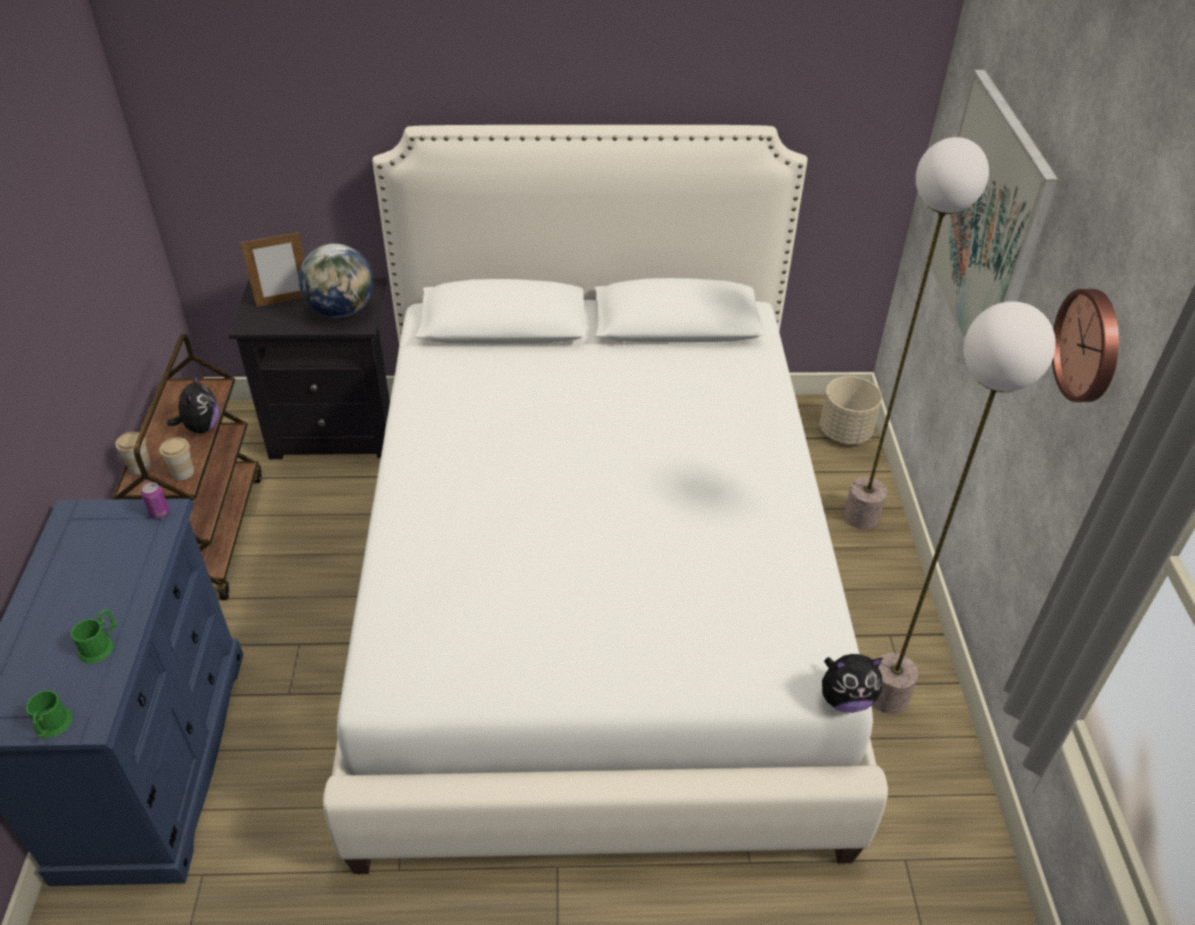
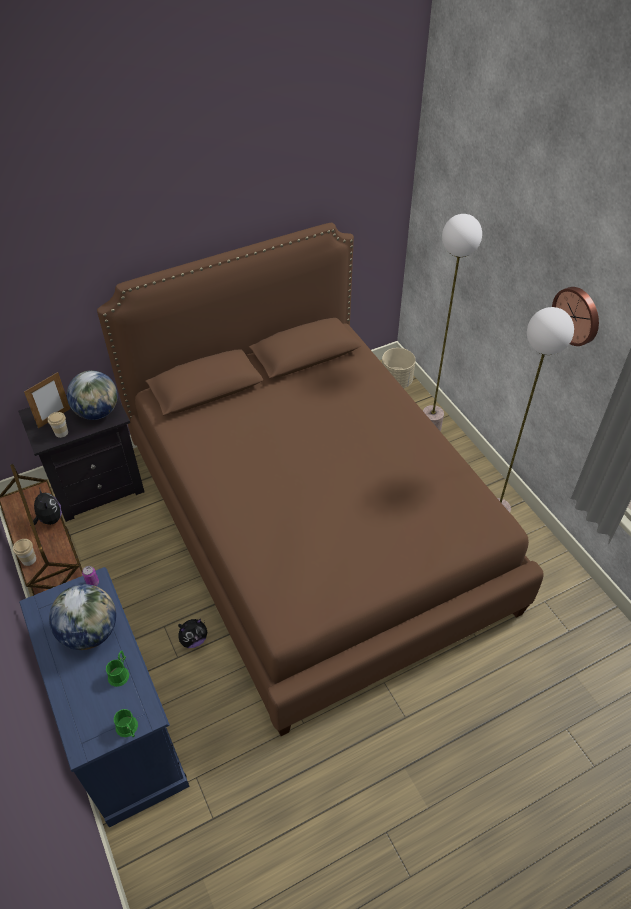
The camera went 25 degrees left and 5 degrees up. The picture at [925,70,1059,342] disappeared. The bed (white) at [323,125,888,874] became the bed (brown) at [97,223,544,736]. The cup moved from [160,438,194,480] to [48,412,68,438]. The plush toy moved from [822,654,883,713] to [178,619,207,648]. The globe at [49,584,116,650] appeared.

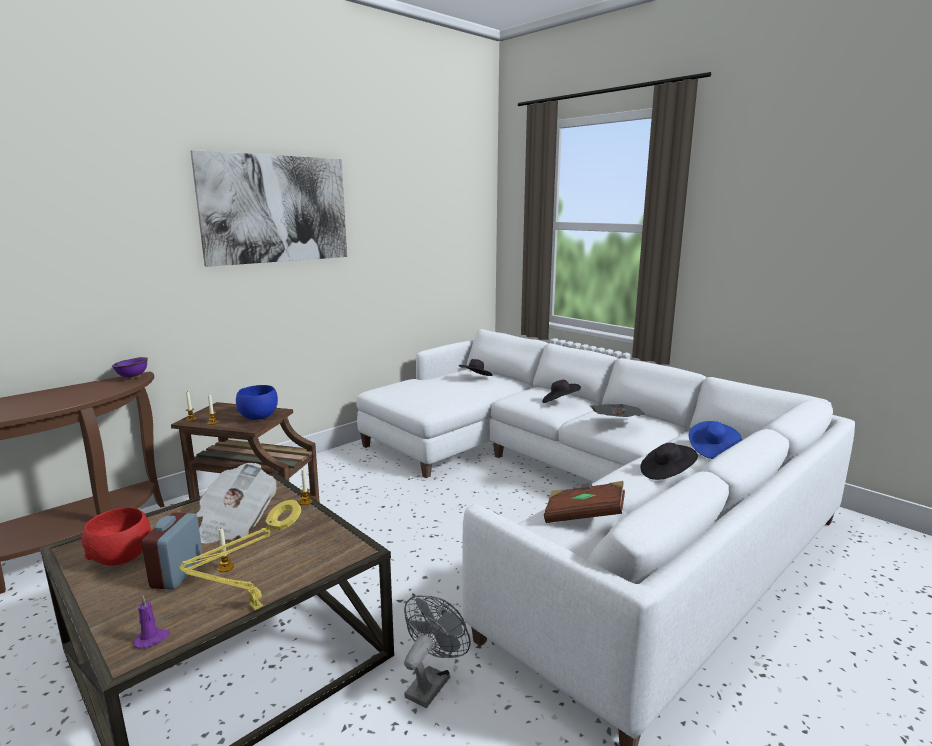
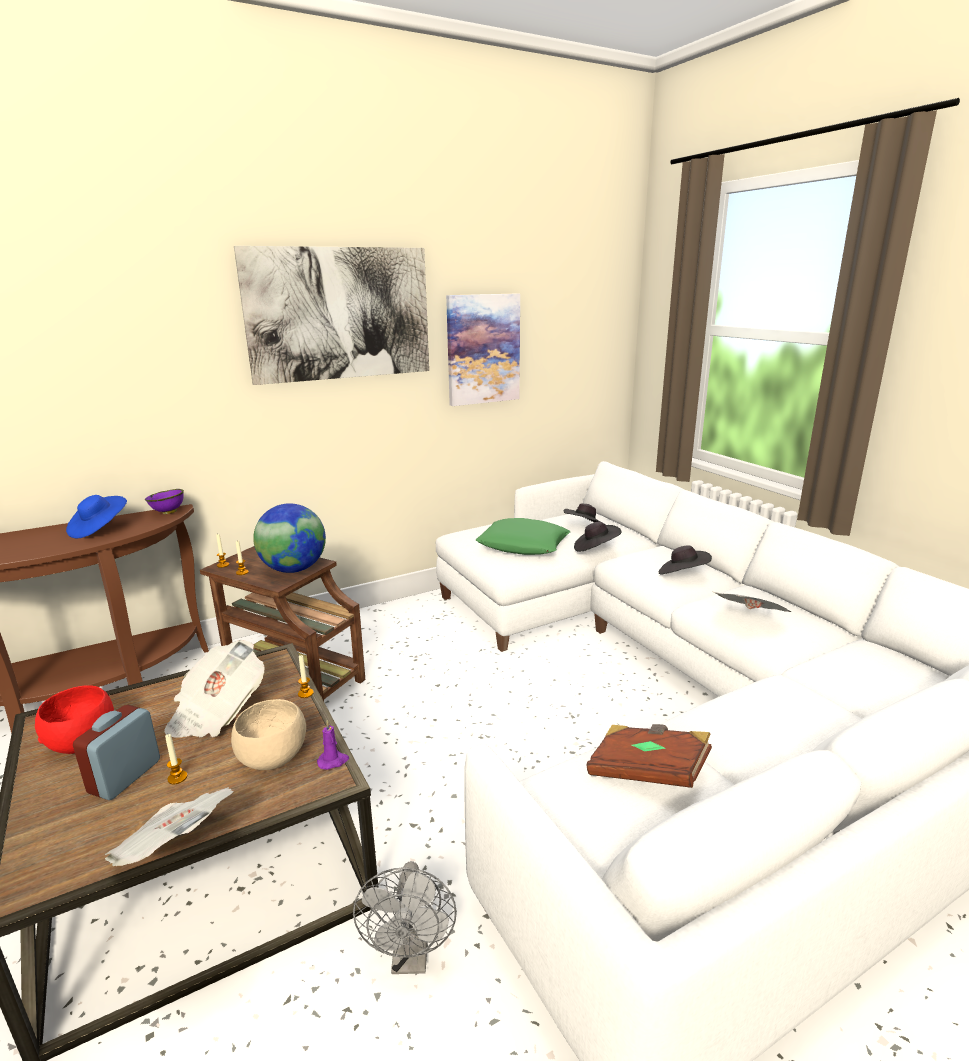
The camera went 15 degrees right and 5 degrees up. The bowl (blue) at [236,385,278,420] was replaced by the globe at [253,503,326,573]. The hat (blue) moved from [689,421,742,459] to [66,495,127,538]. The hat (black) moved from [640,443,698,480] to [574,522,621,552]. The table lamp (yellow) at [179,500,301,610] was replaced by the newspaper at [105,787,234,866]. The fan (grey) at [404,595,470,708] turned 135 degrees clockwise. The candle (purple) moved from [133,596,170,649] to [317,720,349,770]. The picture at [446,294,520,406] appeared. The pillow (green) at [476,518,570,555] appeared. The bowl (beige) at [231,699,306,770] appeared.

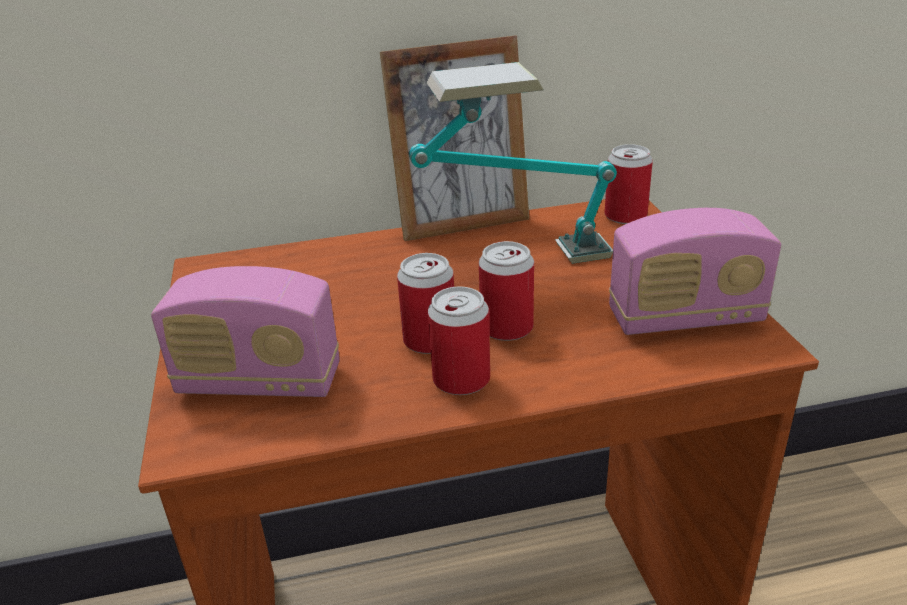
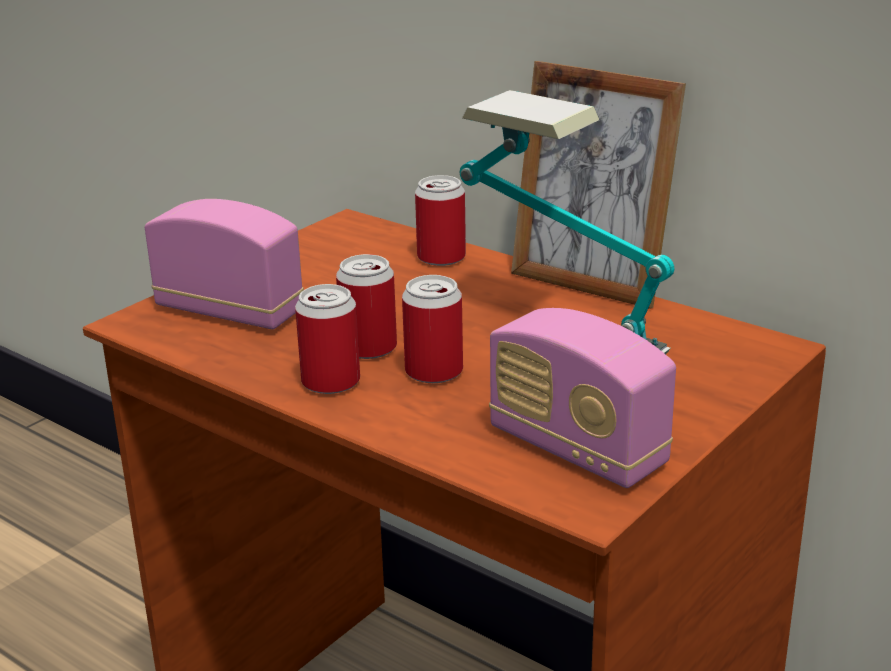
The camera went 50 degrees right and 5 degrees down. The can moved from [605,144,653,224] to [415,175,466,266]. The radio at [151,266,339,397] turned 150 degrees clockwise.

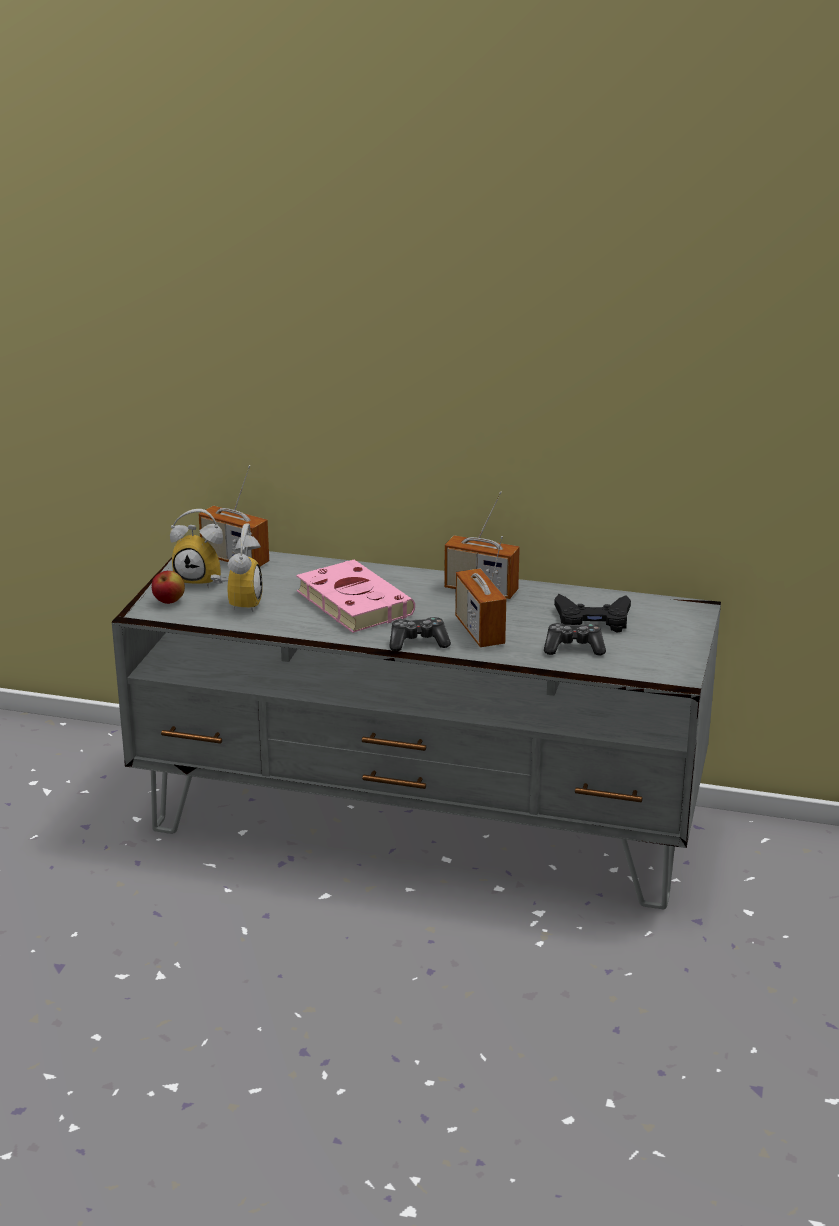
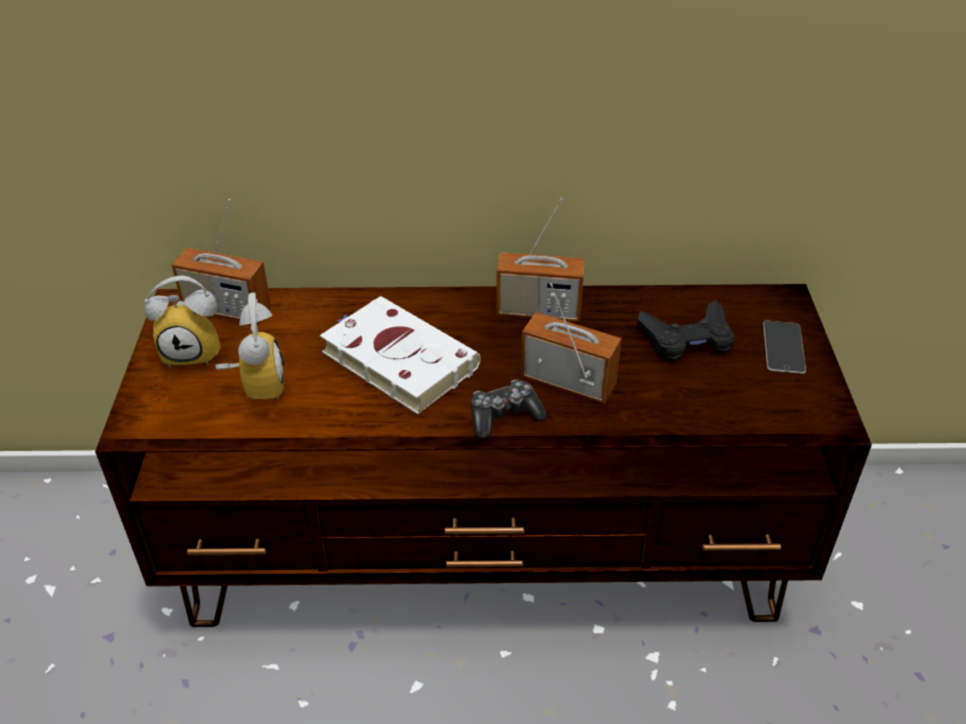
The camera went 15 degrees left and 15 degrees up. The radio at [455,536,506,647] turned 150 degrees clockwise. The tv stand (grey) at [112,551,721,910] became the tv stand (brown) at [95,284,872,627]. The book (pink) at [296,560,415,633] became the book (white) at [320,296,481,414]. The apple at [152,571,185,604] disappeared. The game controller at [544,623,606,656] disappeared. The phone at [763,321,806,374] appeared.

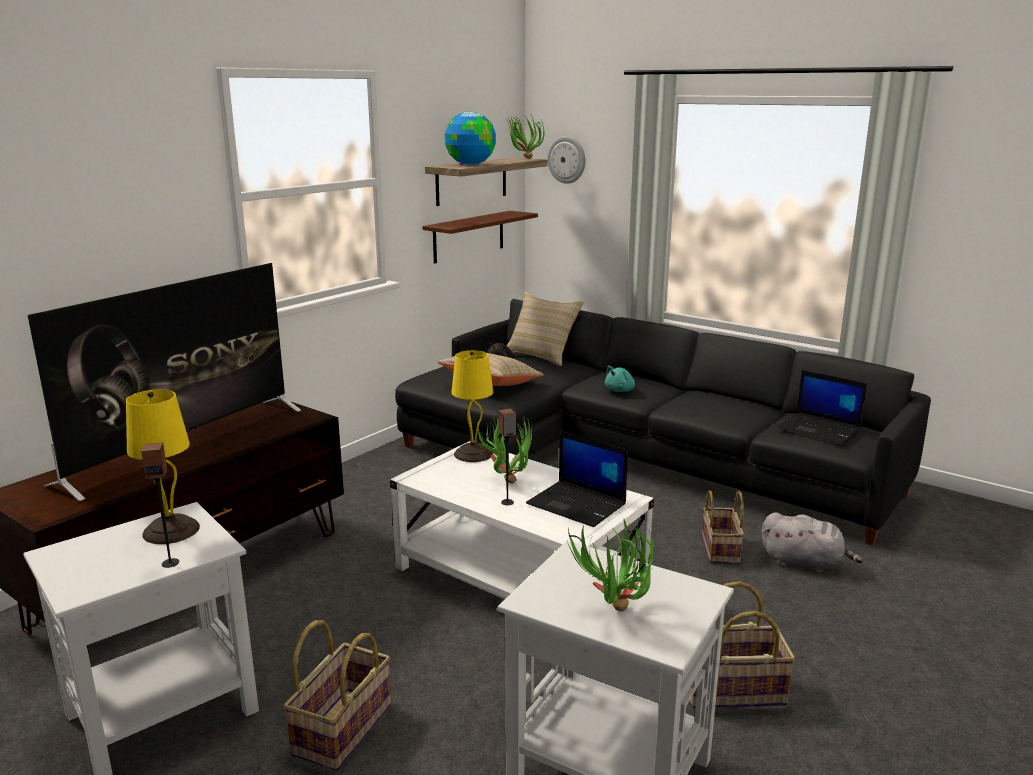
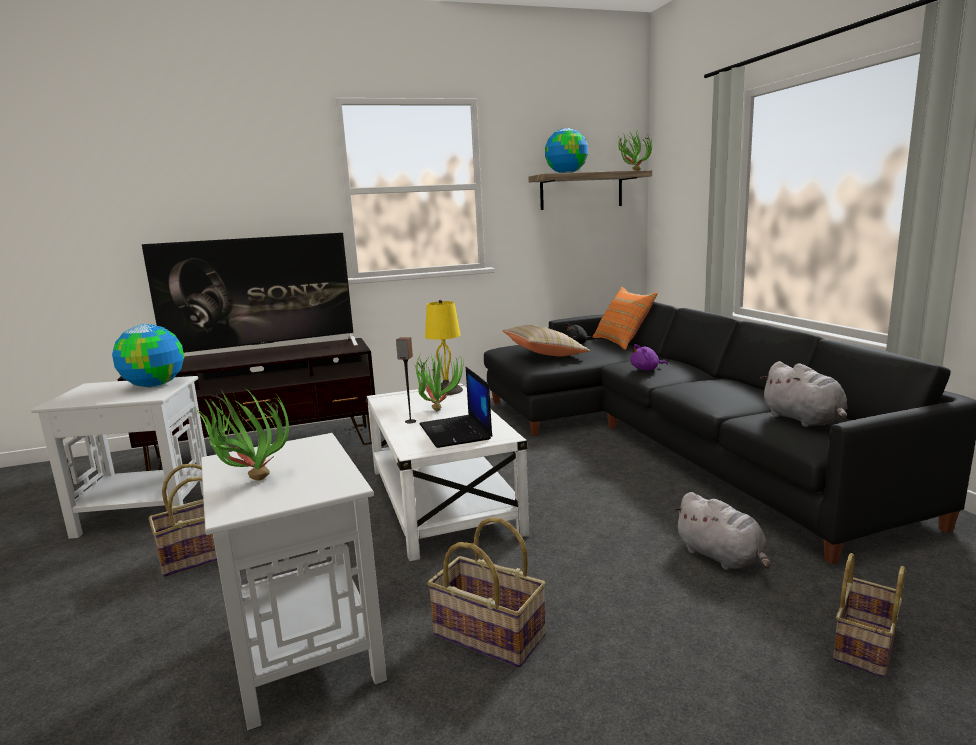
The camera went 35 degrees right and 5 degrees down. The wall clock at [547,136,586,184] disappeared. The shelf (brown) at [423,211,538,264] disappeared. The pillow (beige) at [507,292,585,366] became the pillow (orange) at [593,287,658,350]. The plush toy (turquoise) at [605,366,635,392] became the plush toy (purple) at [630,344,668,370]. The laptop at [778,370,867,444] was replaced by the plush toy (grey) at [760,361,847,427]. The table lamp (yellow) at [126,389,200,544] was replaced by the globe at [112,324,184,387]. The speaker at [141,442,179,568] disappeared. The basket moved from [702,490,744,564] to [833,553,905,678].

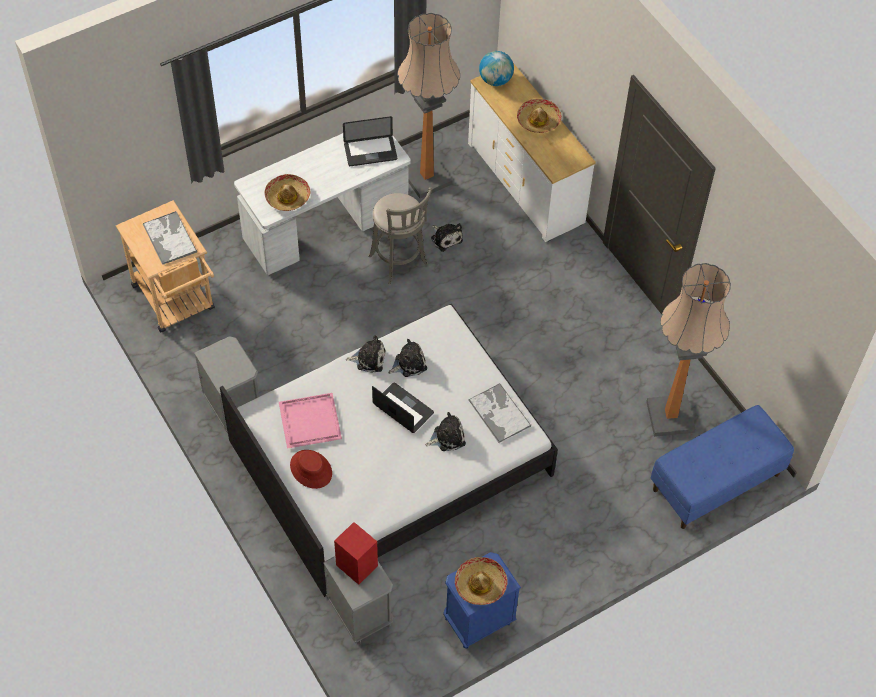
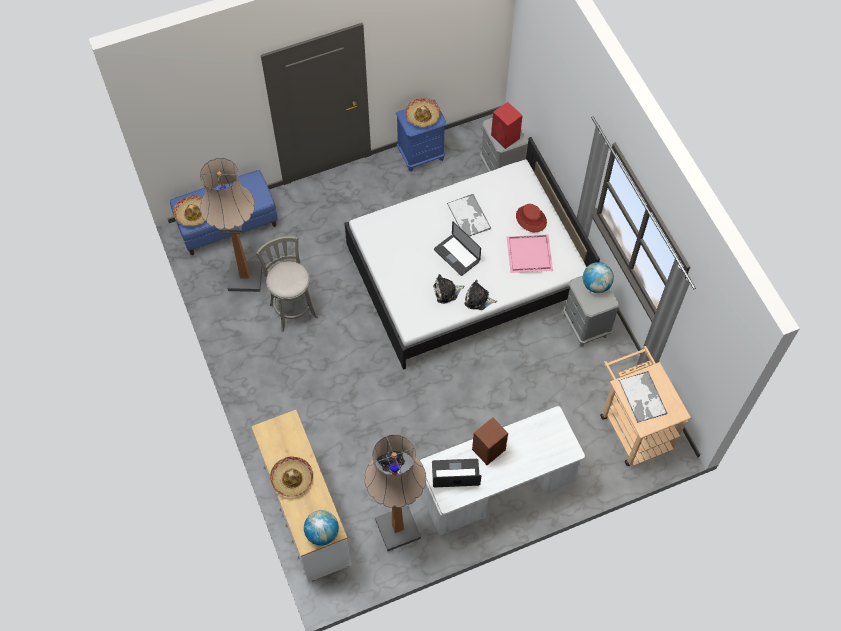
The camera went 170 degrees left and 5 degrees up. The hat moved from [265,174,310,211] to [173,195,205,226]. The stool (grey) moved from [368,187,432,284] to [256,236,318,332]. The tray moved from [468,383,531,443] to [447,194,491,236]. The plush toy at [426,412,466,451] disappeared. The globe at [583,262,614,293] appeared. The speaker (brown) at [472,418,508,465] appeared.

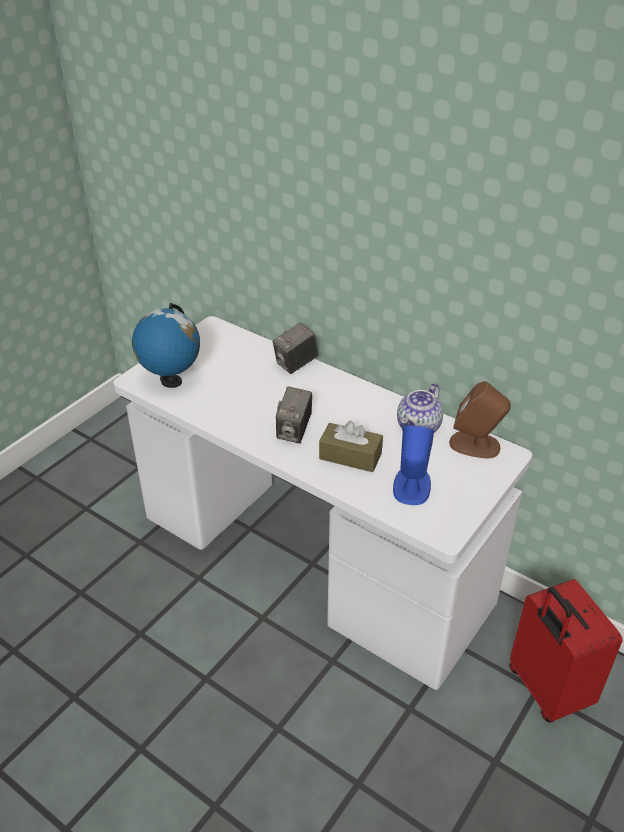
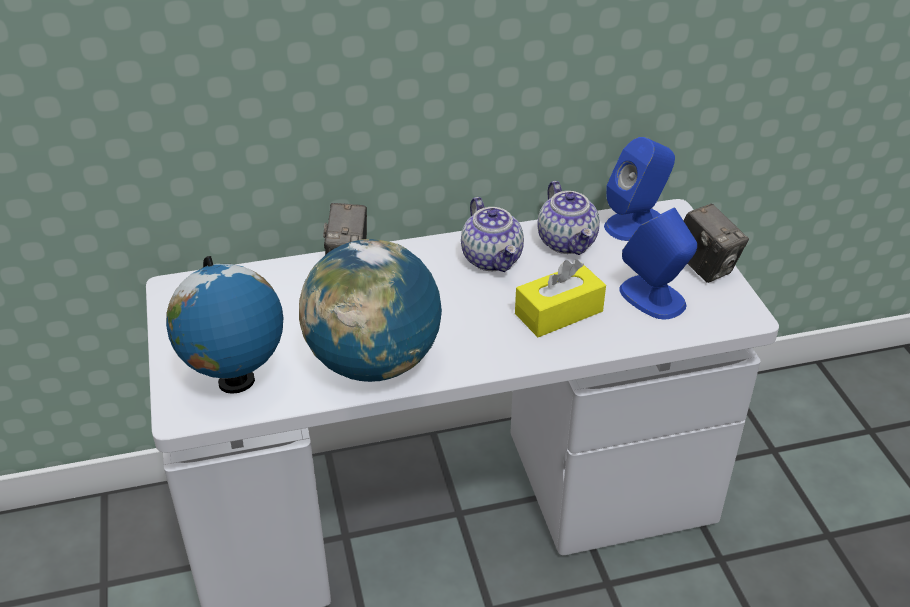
The camera went 50 degrees left and 0 degrees up. The speaker (brown) at [449,381,511,459] became the speaker (blue) at [604,137,675,241]. The photo camera moved from [276,386,312,443] to [684,204,749,283]. The tissue box (brown) at [319,421,383,472] became the tissue box (yellow) at [515,259,606,337]. The suitcase (red) at [509,579,623,722] disappeared. The teapot at [461,197,524,272] appeared. The globe at [299,239,442,382] appeared.

